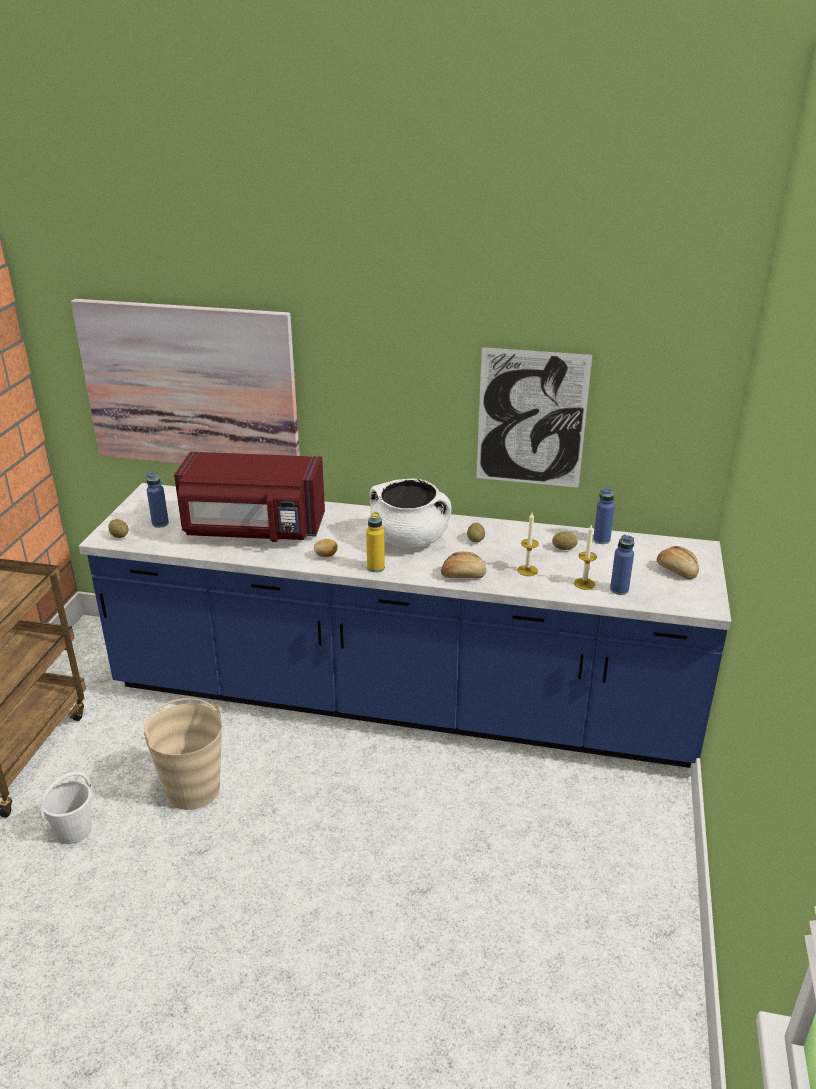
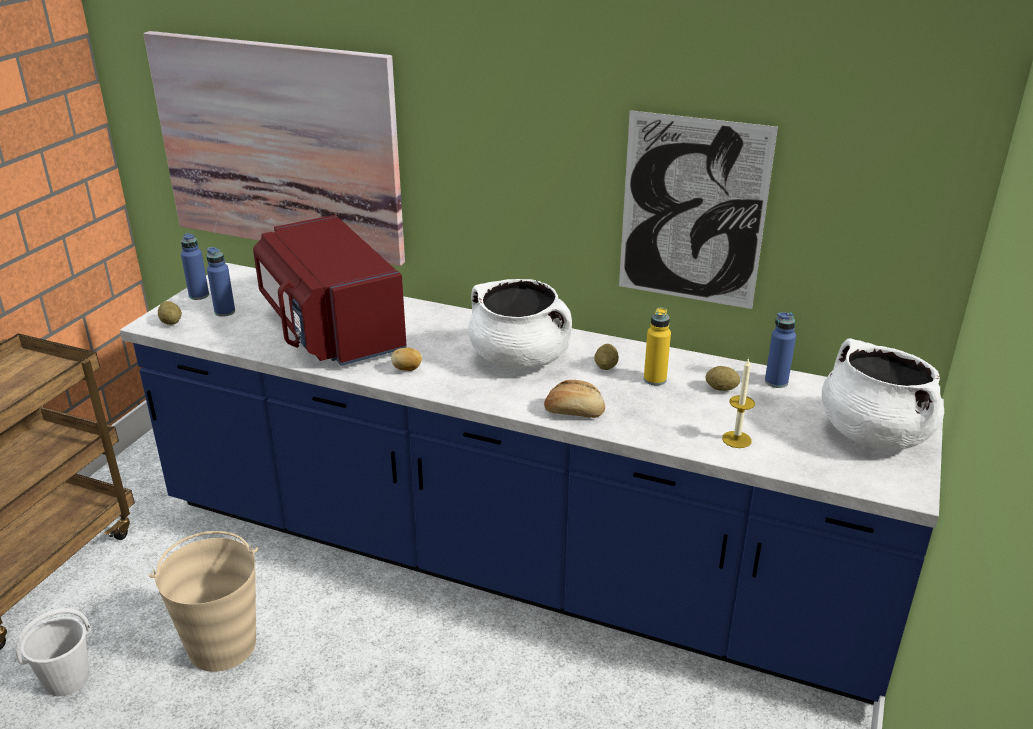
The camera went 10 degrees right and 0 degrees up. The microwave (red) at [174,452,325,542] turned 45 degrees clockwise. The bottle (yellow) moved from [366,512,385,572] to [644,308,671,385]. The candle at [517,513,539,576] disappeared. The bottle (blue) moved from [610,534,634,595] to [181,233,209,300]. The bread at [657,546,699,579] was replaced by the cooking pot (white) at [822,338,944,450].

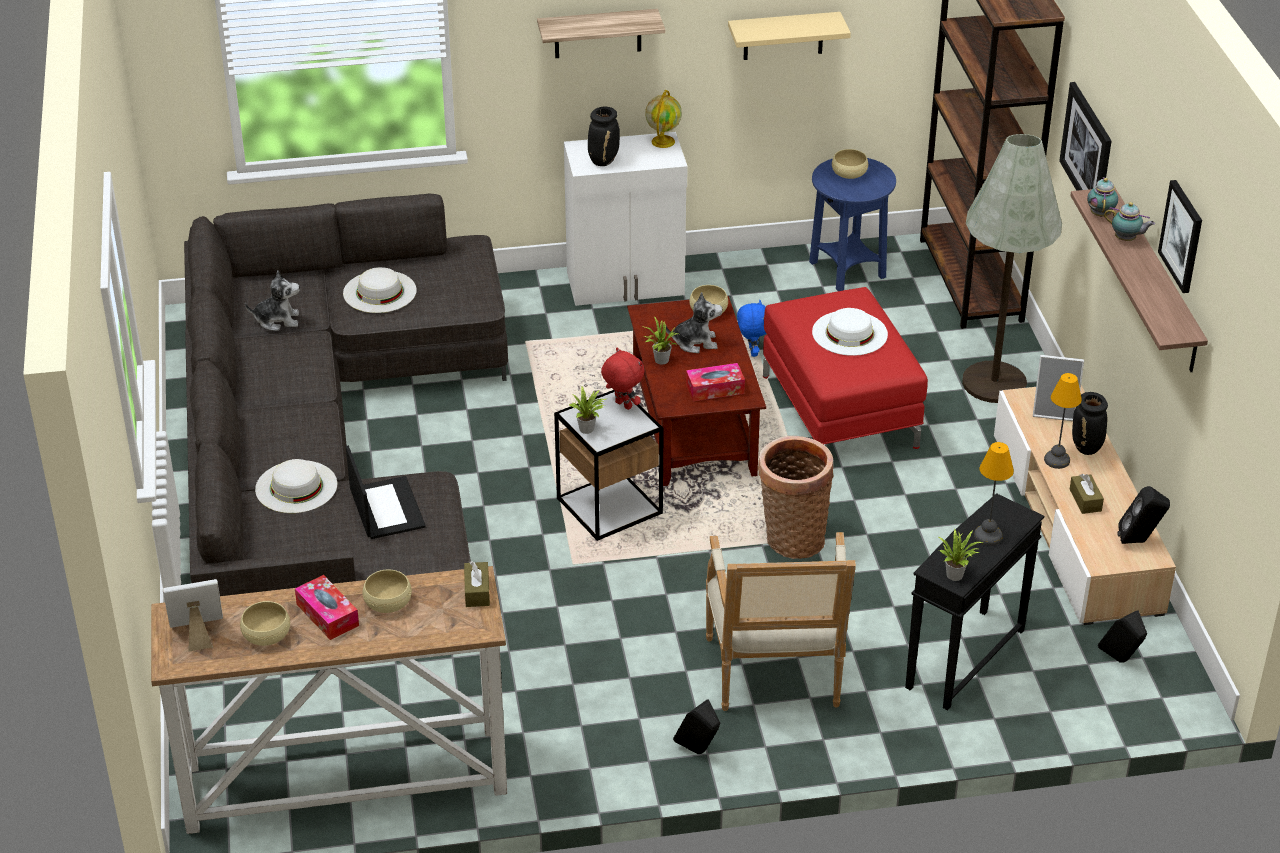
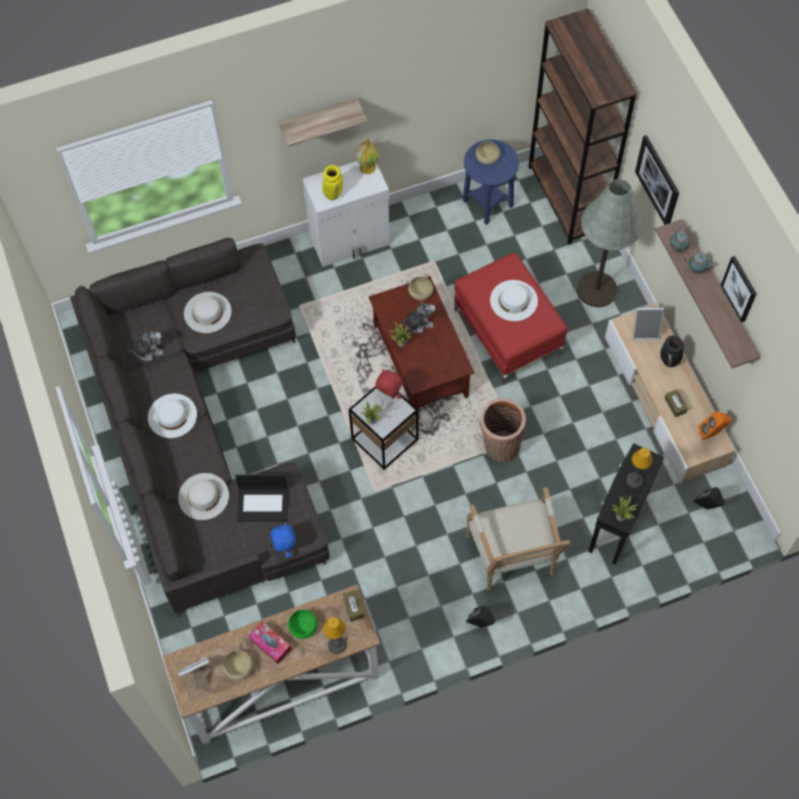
The camera went 10 degrees left and 25 degrees up. The shelf (beige) at [728,12,851,60] disappeared. The vase (black) at [588,107,620,166] became the vase (yellow) at [323,165,343,200]. The plush toy (blue) moved from [737,300,766,357] to [270,522,296,558]. The tissue box at [686,363,745,401] disappeared. The table lamp moved from [1044,373,1082,469] to [323,617,347,654]. The laptop at [346,445,426,539] turned 120 degrees clockwise. The speaker (black) at [1117,486,1170,544] became the speaker (orange) at [699,412,731,440]. The bowl (beige) at [363,570,412,613] became the bowl (green) at [288,610,317,639]. The hat (white) at [148,393,197,438] appeared.

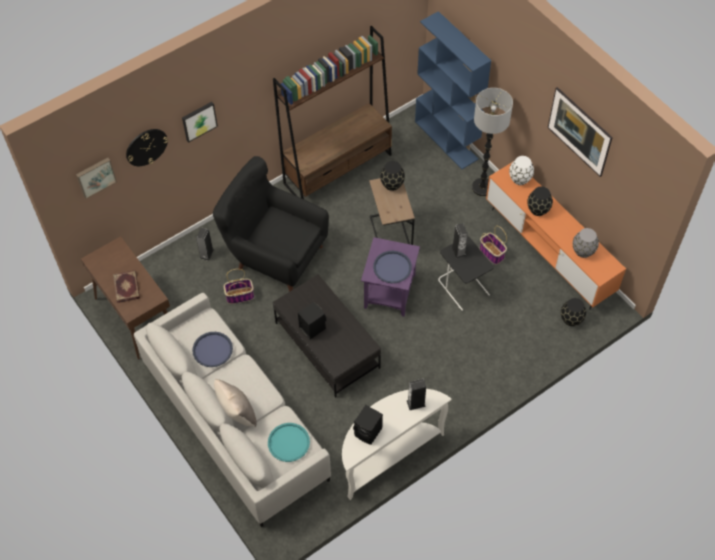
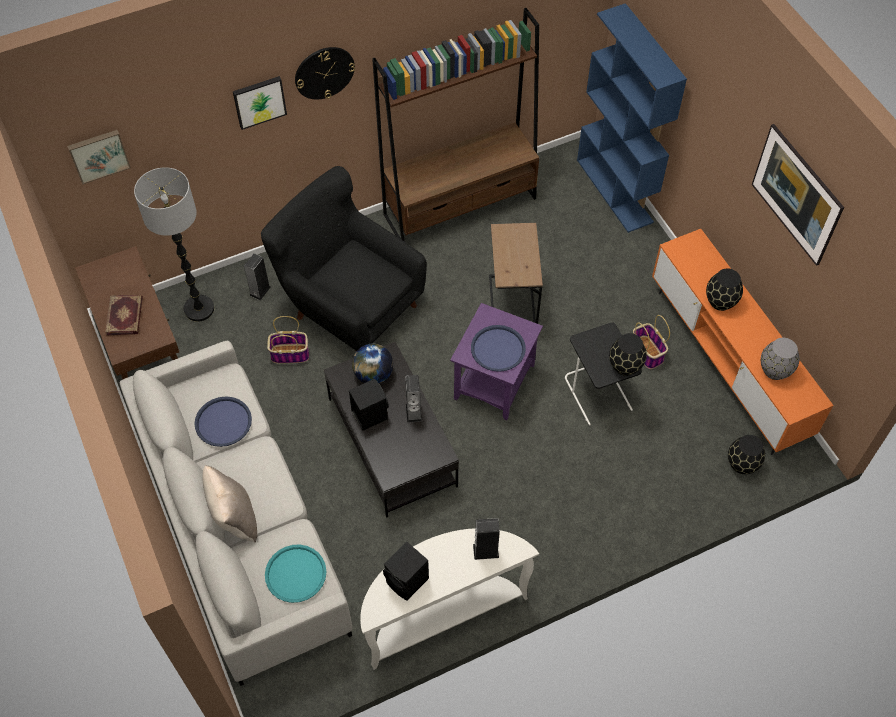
The camera went 10 degrees right and 0 degrees up. The floor lamp moved from [472,88,513,196] to [134,167,214,322]. The wall clock moved from [126,129,168,166] to [295,47,355,99]. The vase (white) at [509,156,534,185] disappeared. The vase (black) moved from [380,161,405,191] to [609,333,647,376]. The speaker moved from [452,223,468,259] to [405,375,422,423]. The globe at [352,344,393,384] appeared.

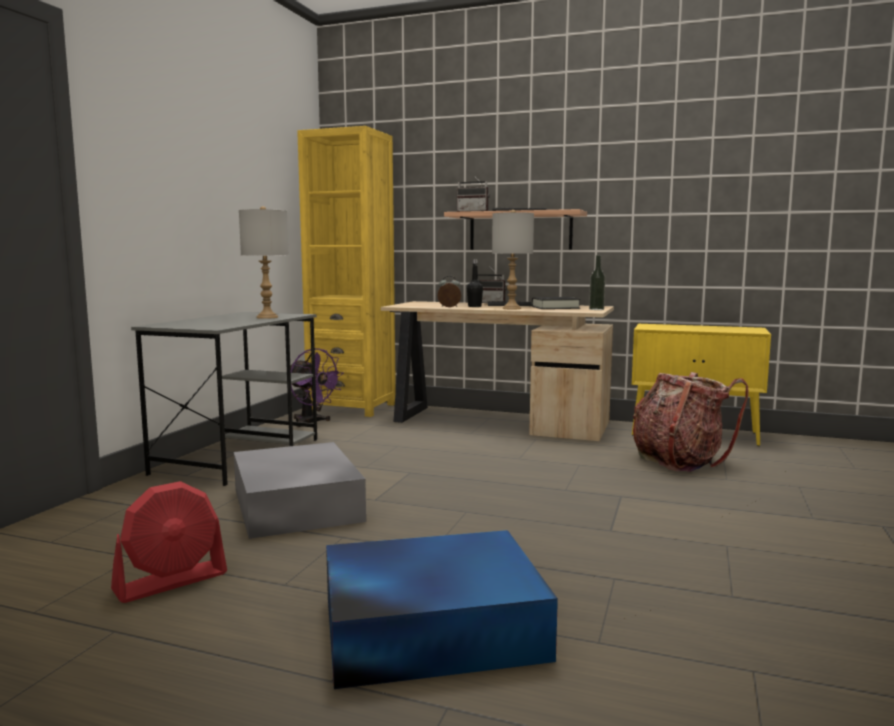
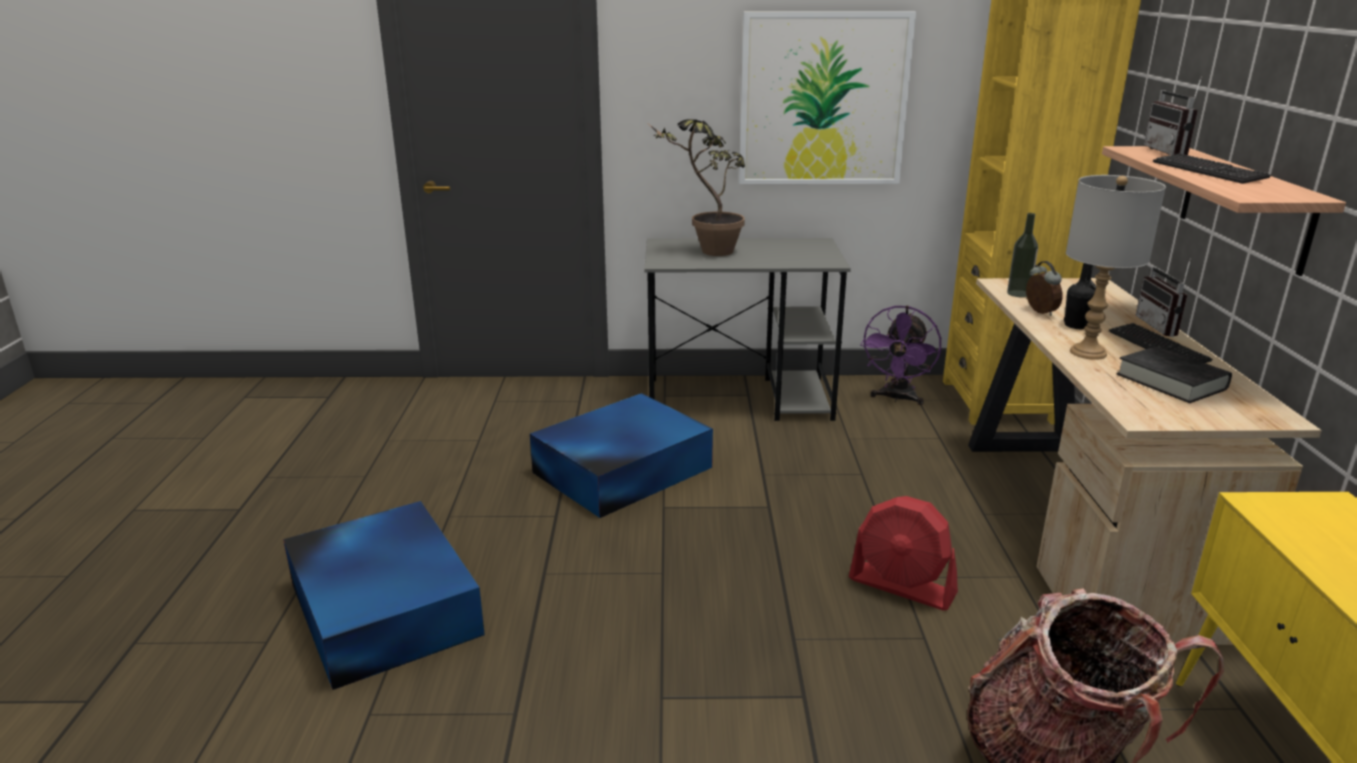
The camera went 70 degrees right and 15 degrees up. The table lamp (grey) at [239,206,289,319] disappeared. The bottle moved from [589,255,605,310] to [1007,213,1038,297]. The storage box (grey) at [234,442,366,539] became the storage box (blue) at [530,393,713,518]. The fan (red) moved from [111,481,227,603] to [849,496,958,611]. The picture at [739,11,916,184] appeared. The potted plant at [649,119,745,256] appeared.

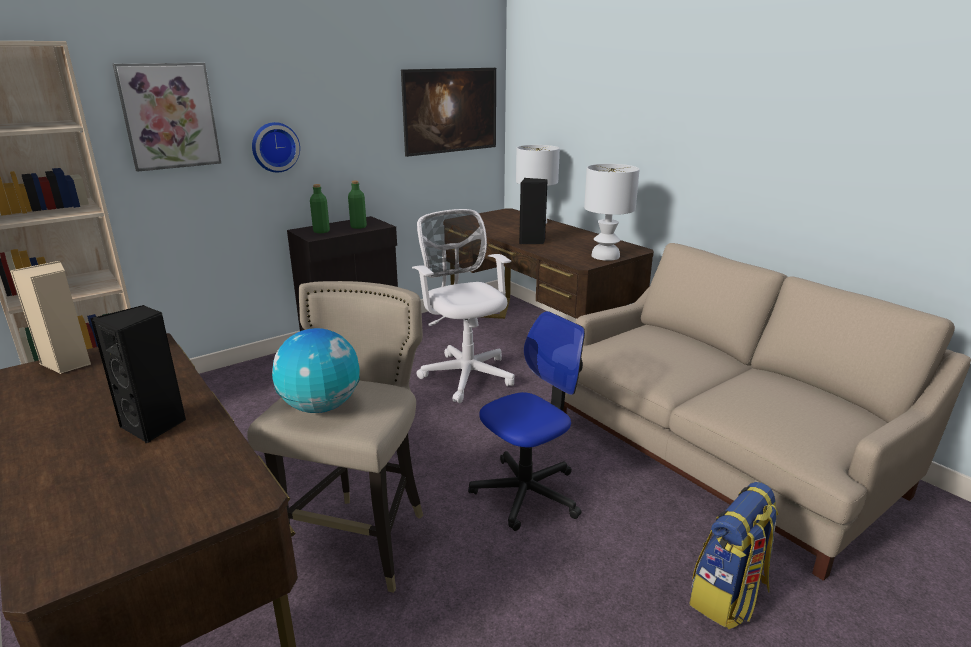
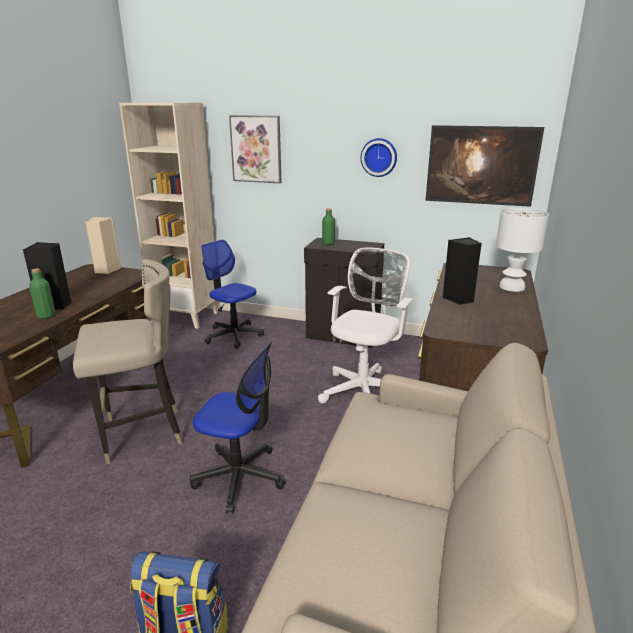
The camera went 55 degrees right and 0 degrees up. The wall clock moved from [252,122,300,172] to [361,138,397,177]. The table lamp (white) at [584,164,640,261] disappeared. The bottle (green) moved from [348,181,367,229] to [29,268,56,319]. The globe at [272,328,360,413] disappeared. The office chair at [201,239,264,349] appeared.

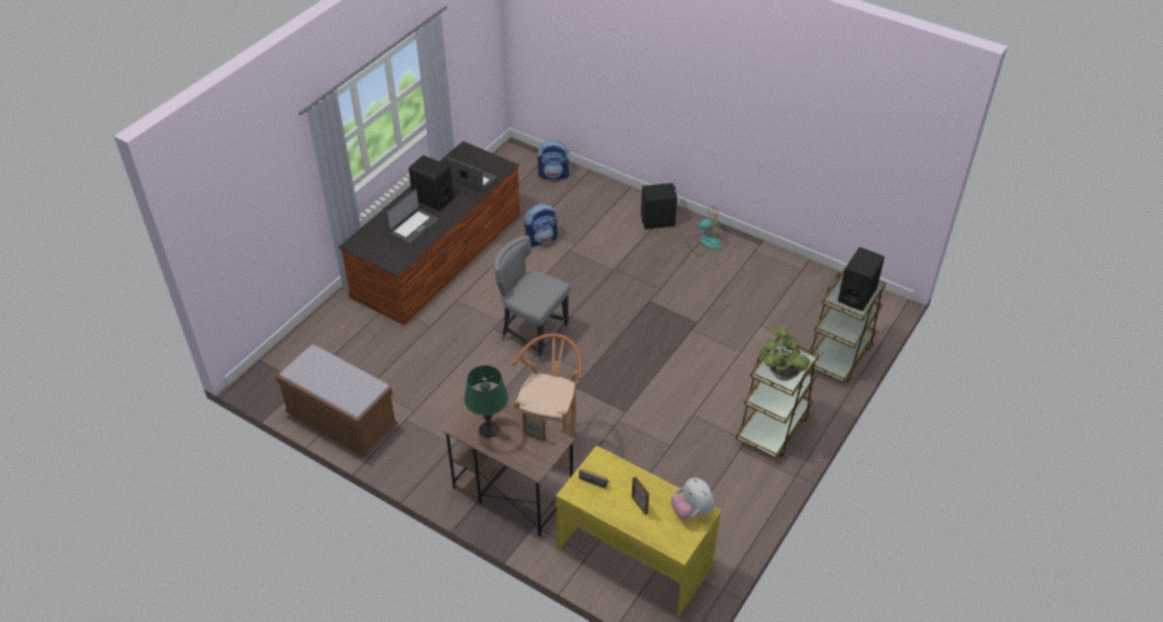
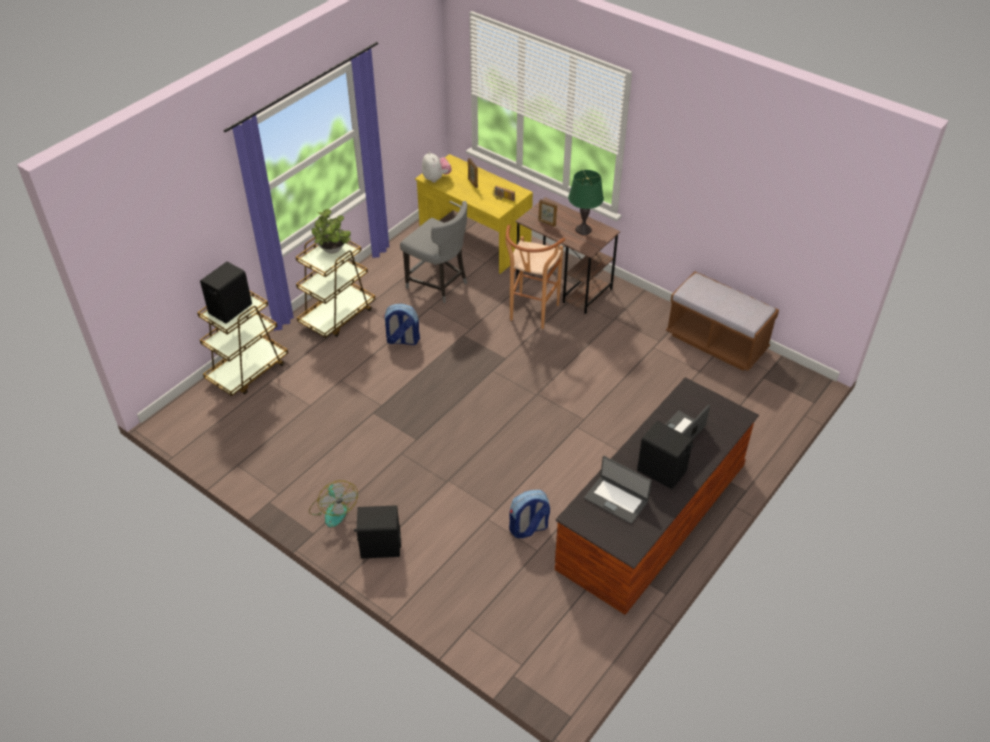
The camera went 175 degrees left and 0 degrees up. The backpack moved from [538,140,569,179] to [383,304,420,345]. The fan at [687,206,722,256] turned 120 degrees counterclockwise. The chair (grey) moved from [494,235,571,362] to [400,201,467,303].

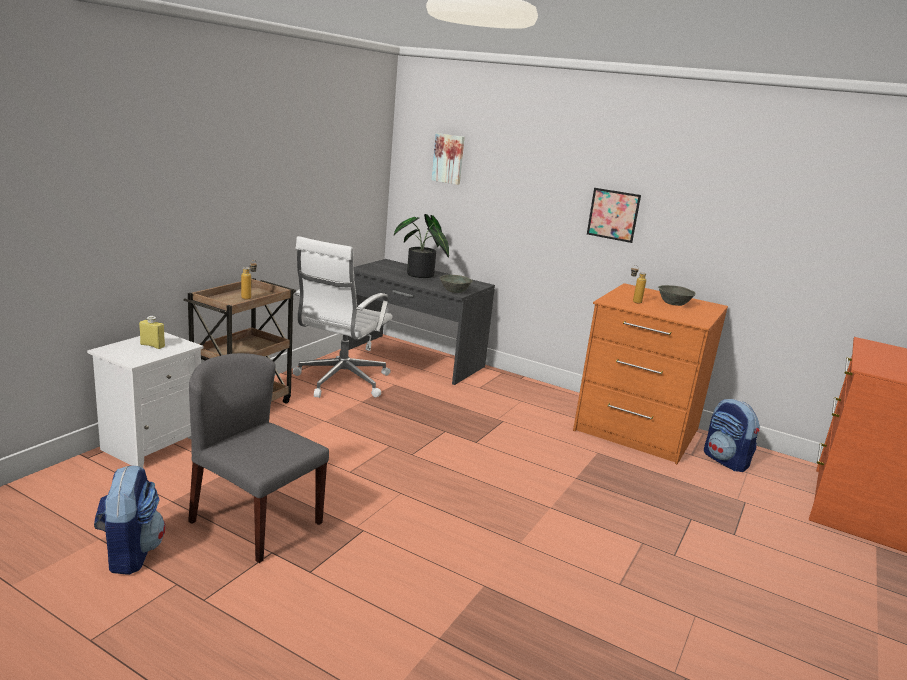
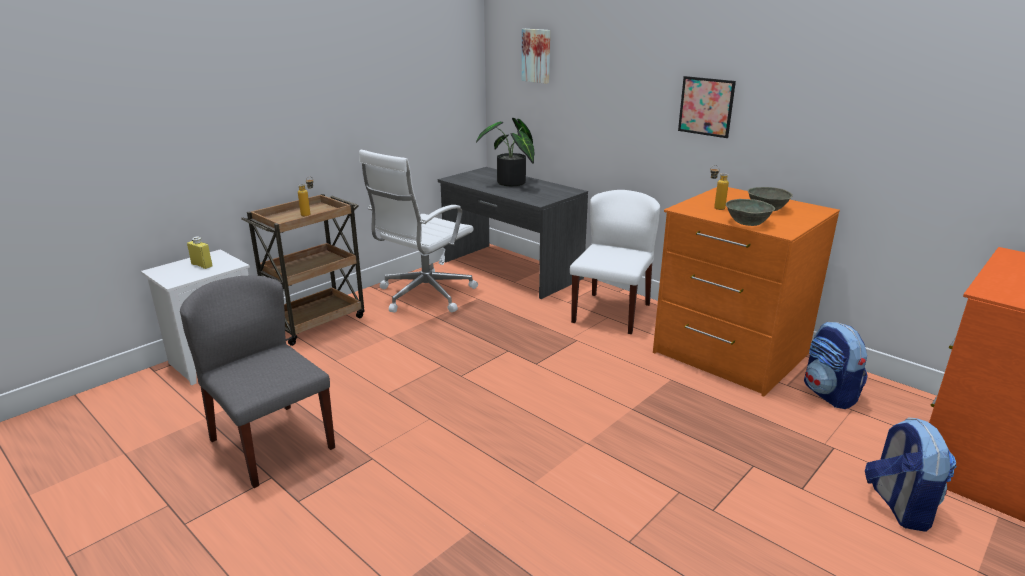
The camera went 15 degrees right and 5 degrees up. The bowl (grey) moved from [440,275,473,293] to [726,199,775,226]. The backpack moved from [94,465,166,575] to [865,417,957,532]. The chair (white) at [570,190,660,334] appeared.

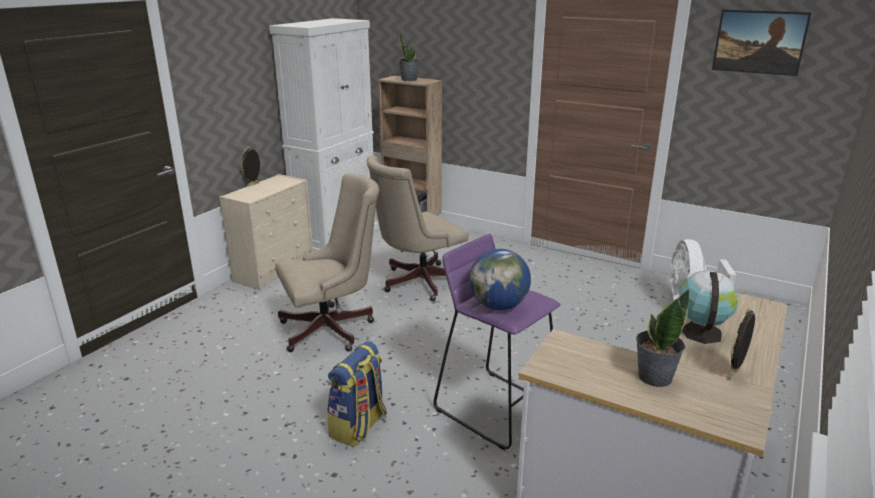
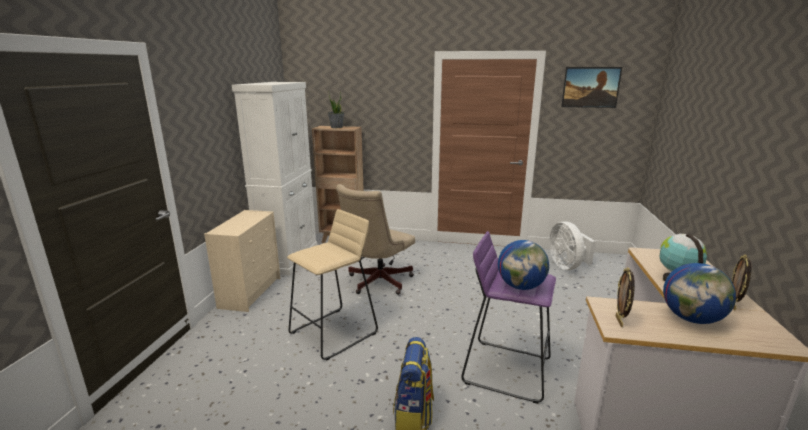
The camera went 20 degrees left and 5 degrees down. The picture frame moved from [241,146,260,187] to [616,267,635,327]. The office chair (beige) at [275,173,379,352] was replaced by the stool (beige) at [287,209,378,361]. The potted plant at [636,289,690,387] was replaced by the globe at [663,263,736,324].

